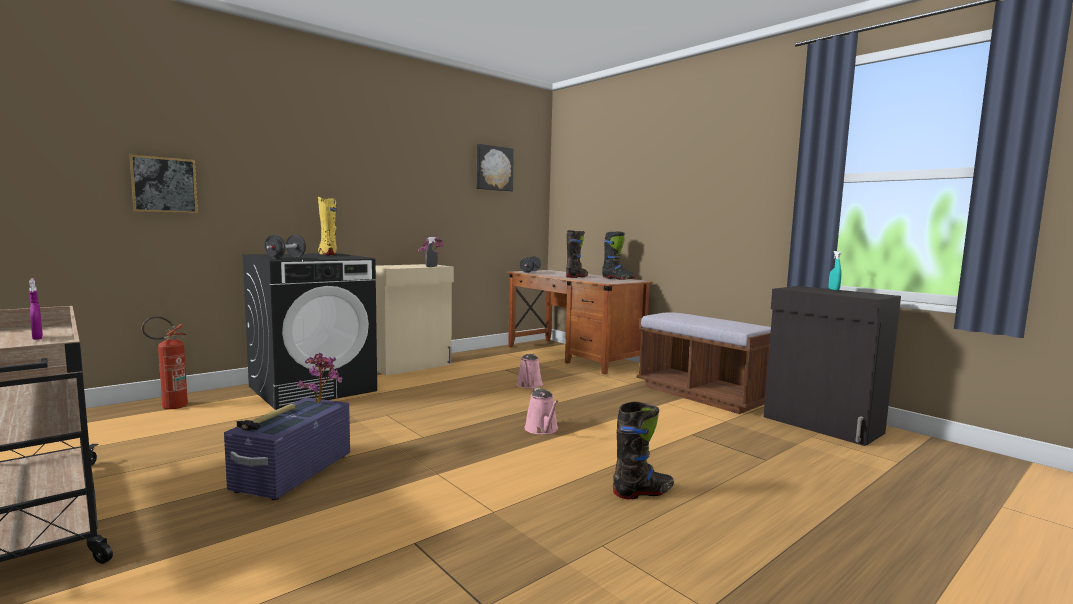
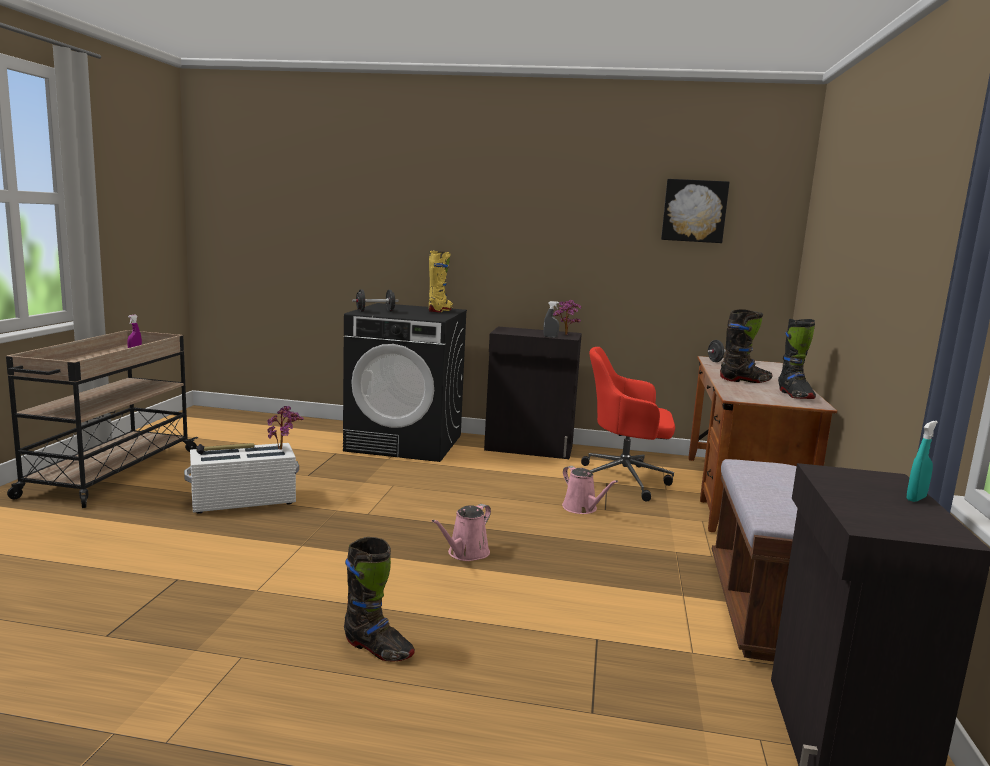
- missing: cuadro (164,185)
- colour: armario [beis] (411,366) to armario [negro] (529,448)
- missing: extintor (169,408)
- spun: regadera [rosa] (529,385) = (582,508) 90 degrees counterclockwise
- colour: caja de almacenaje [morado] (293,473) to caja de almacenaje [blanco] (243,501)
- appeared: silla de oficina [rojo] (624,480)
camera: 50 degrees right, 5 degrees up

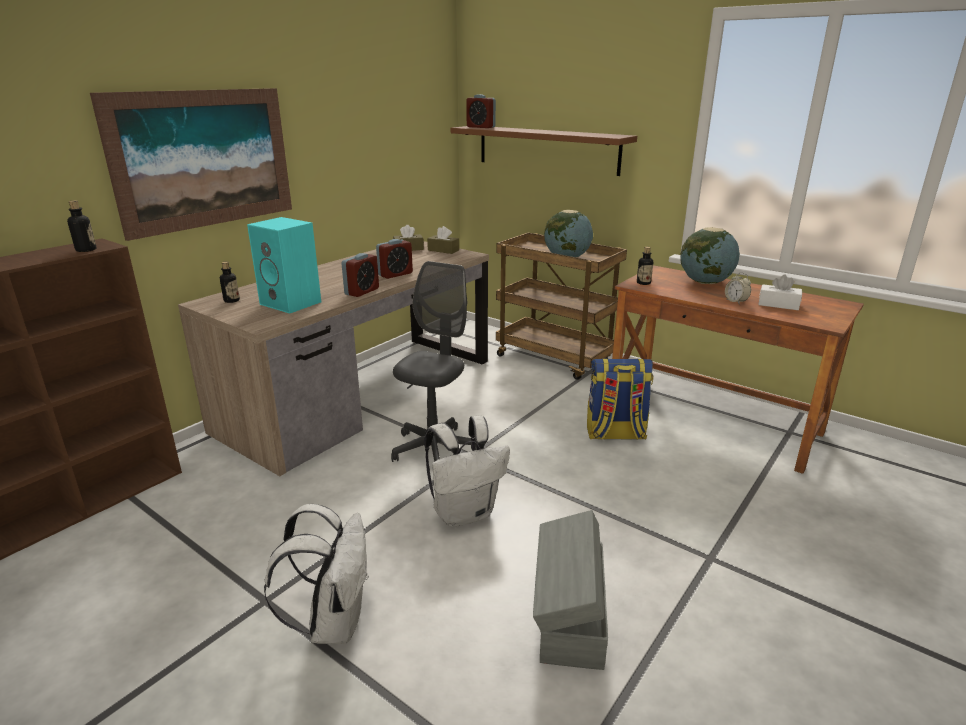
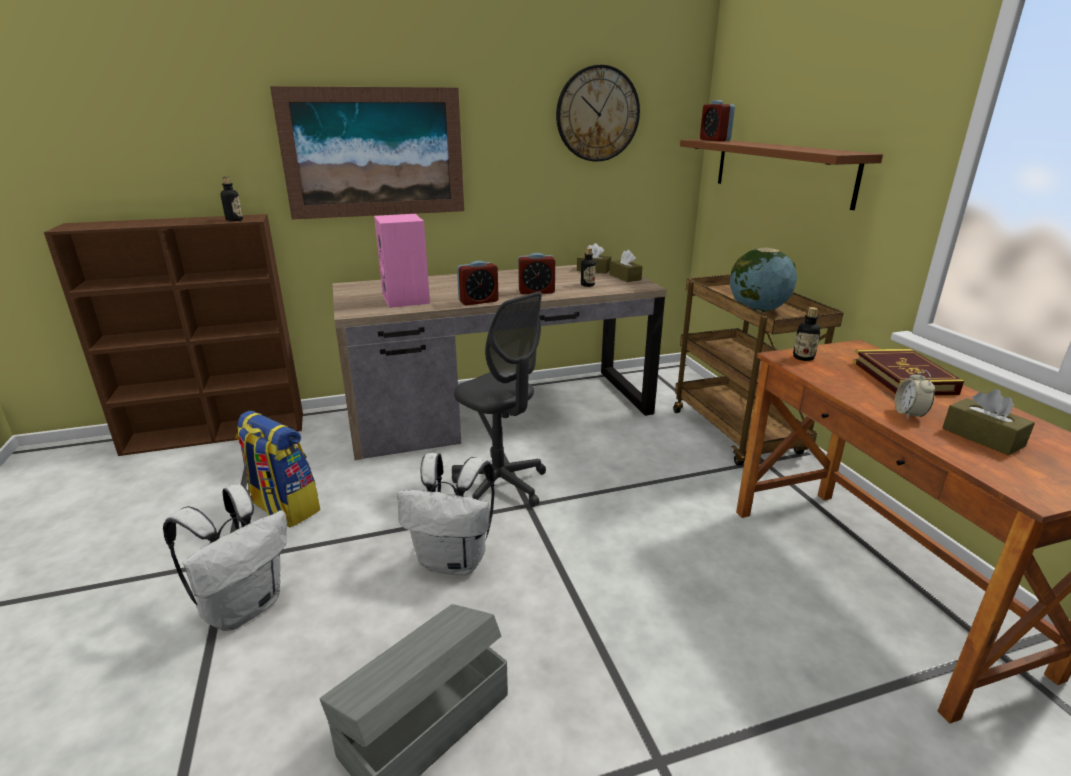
- colour: altavoz [turquesa] (292,303) to altavoz [rosa] (407,299)
- exchanged: globo terráqueo (705,282) to libro (903,377)
- spun: silla de oficina [gris] (434,449) = (500,485) 75 degrees clockwise
- relocated: botella (231,300) to (587,285)
- colour: caja de pañuelos [blanco] (778,304) to caja de pañuelos [marrón] (982,437)
- relocated: mochila (615,434) to (282,509)
- appeared: reloj de pared (597,114)
camera: 35 degrees right, 0 degrees up

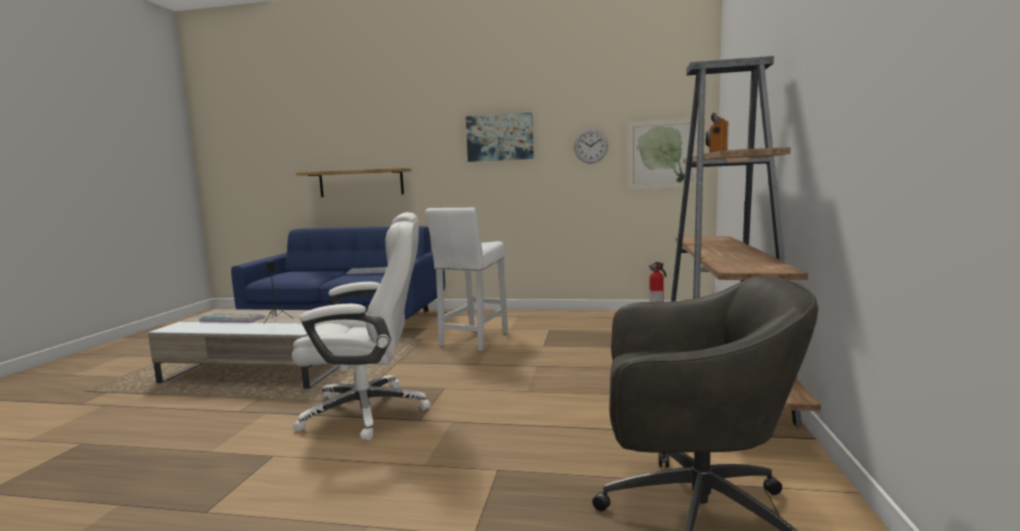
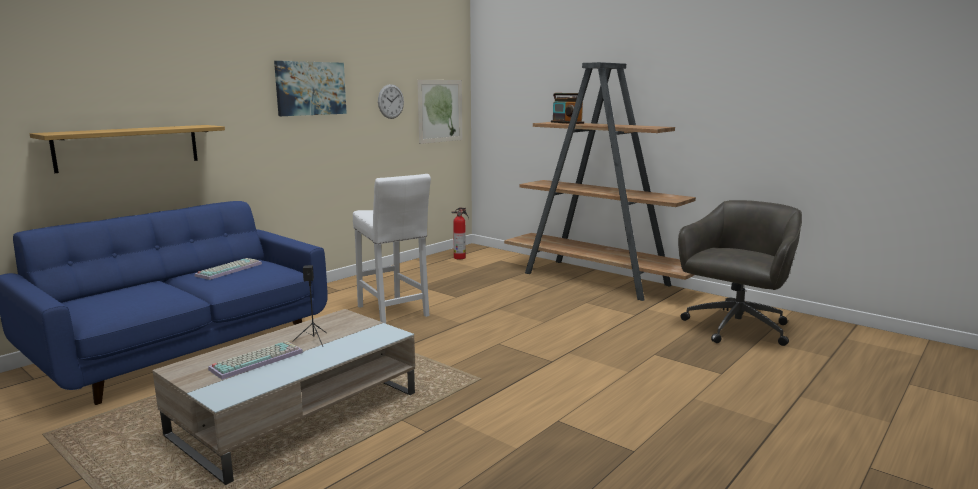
- missing: silla de oficina [blanco] (368,411)
camera: 60 degrees left, 5 degrees up

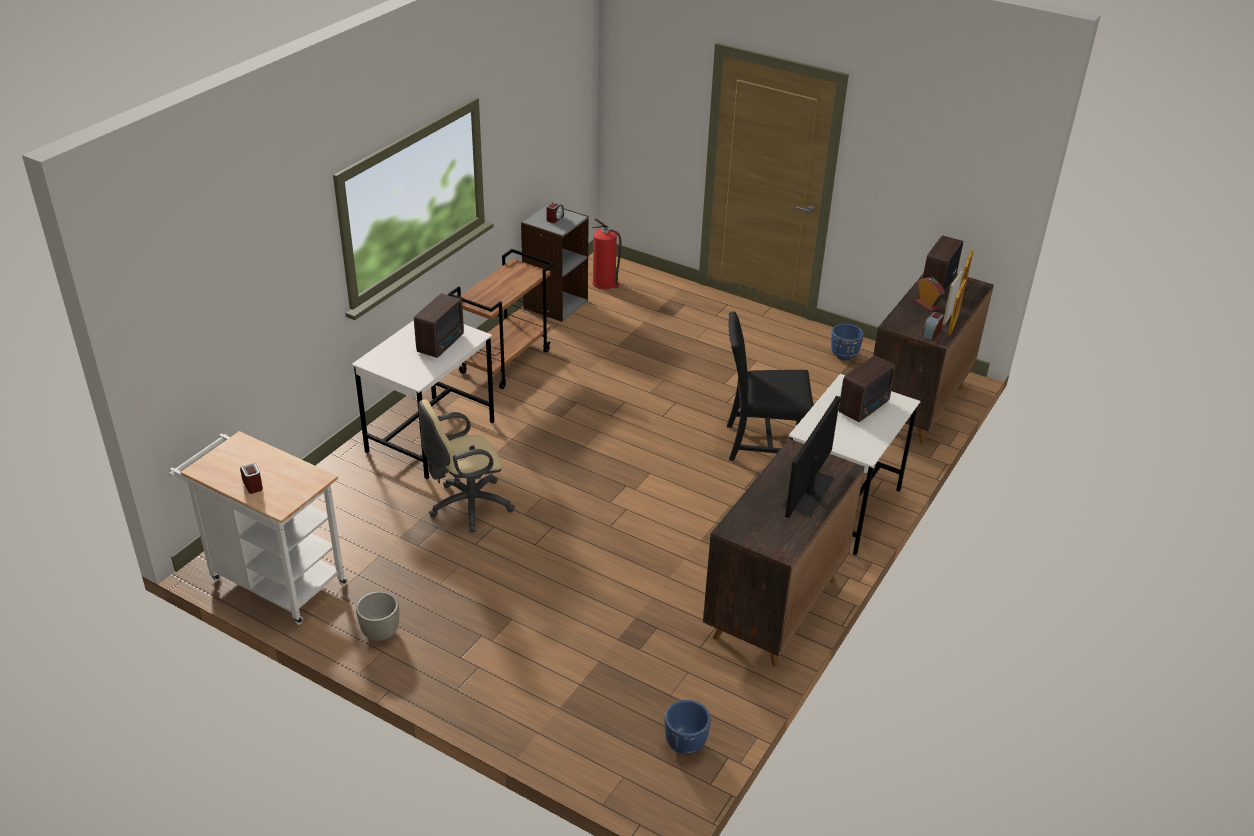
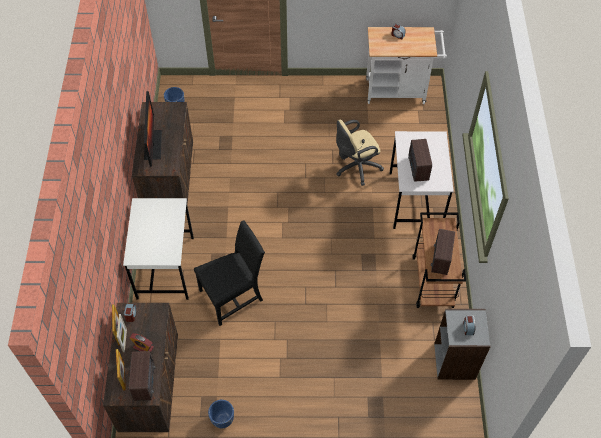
- missing: extintor (605,283)
- relocated: radio (865,407) to (440,260)
- spun: silla de oficina [beis] (466,506) = (355,167) 150 degrees counterclockwise
- missing: maceta [gris] (380,633)
camera: 150 degrees right, 20 degrees up

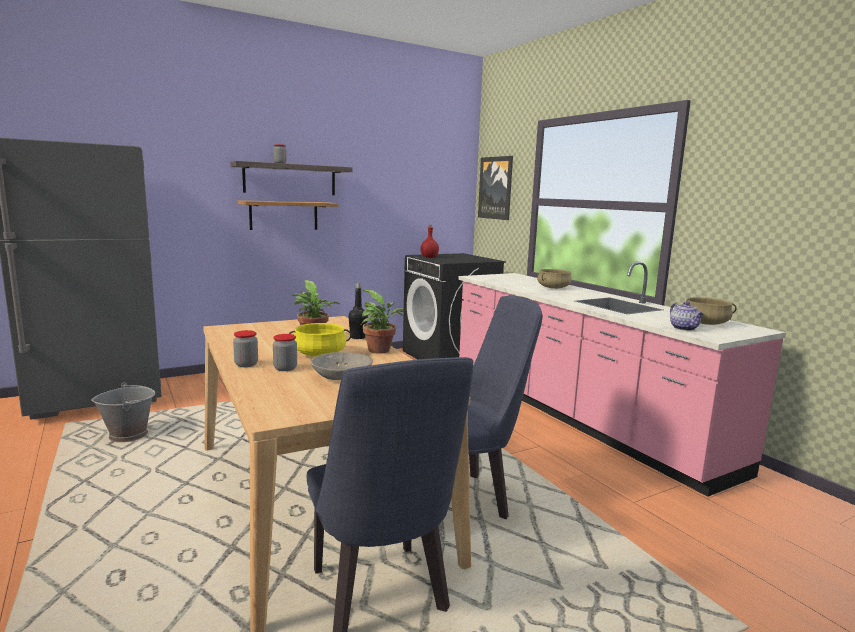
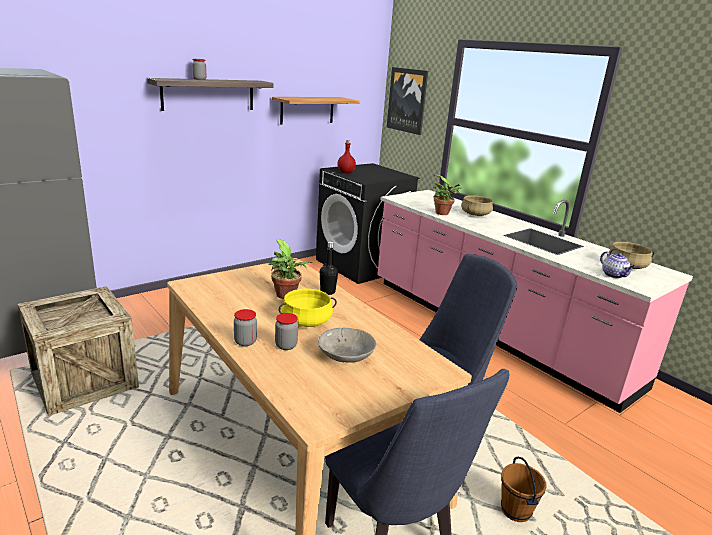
- relocated: estante (284,215) to (307,110)
- relocated: planta en maceta (381,351) to (443,213)
- exchanged: cubo [gris] (129,435) to caja de embalaje (84,381)
- appeared: cubo [marrón] (516,511)
camera: 10 degrees left, 10 degrees up

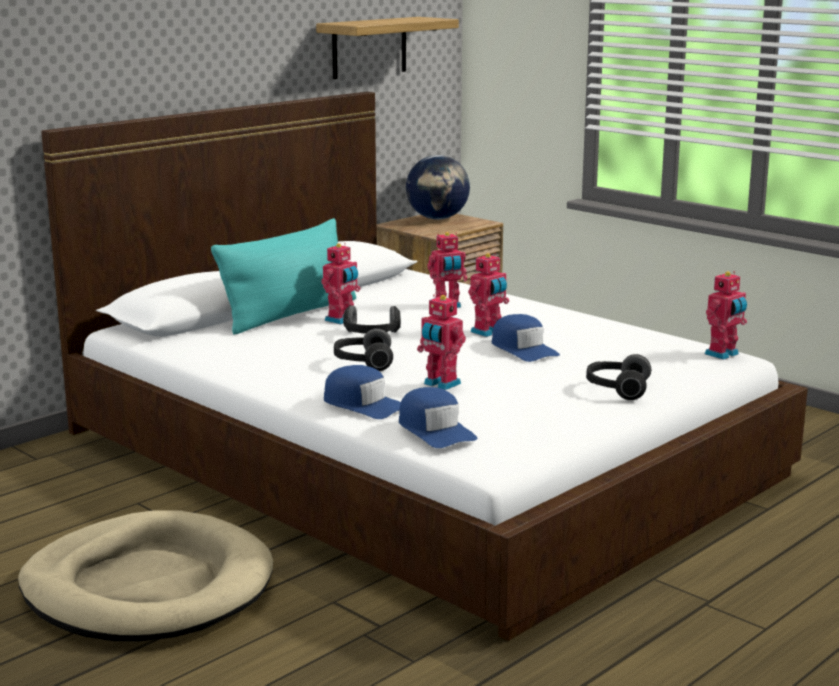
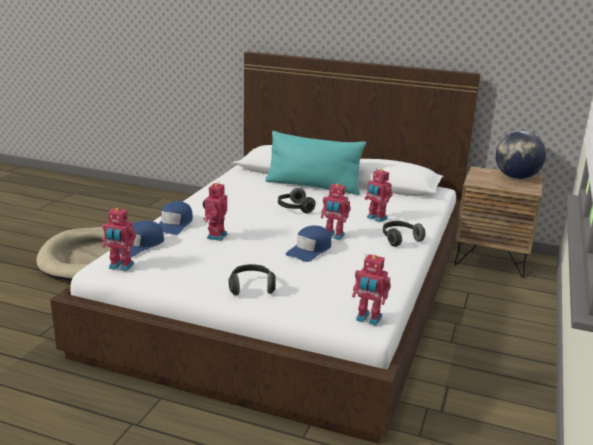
- missing: estante (369,47)
- relocated: robot de juguete (341,320) to (120,267)
- relocated: auriculares (363,363) to (400,239)
camera: 65 degrees right, 5 degrees up

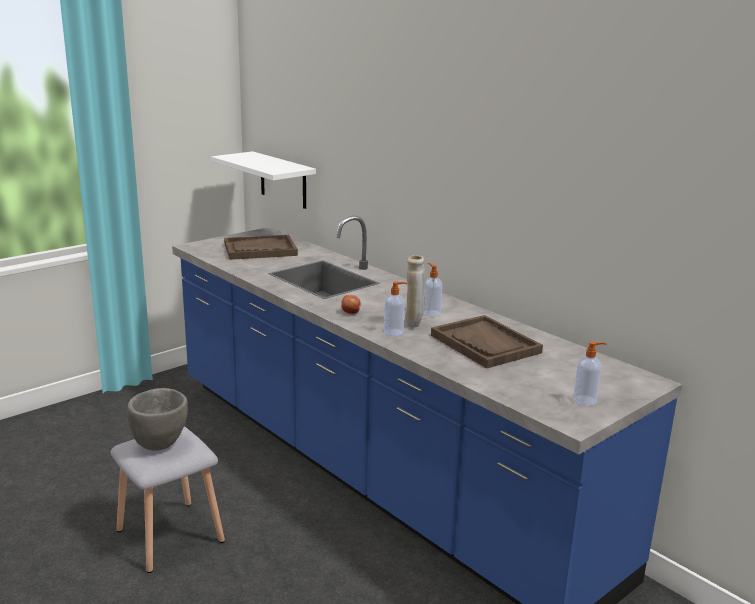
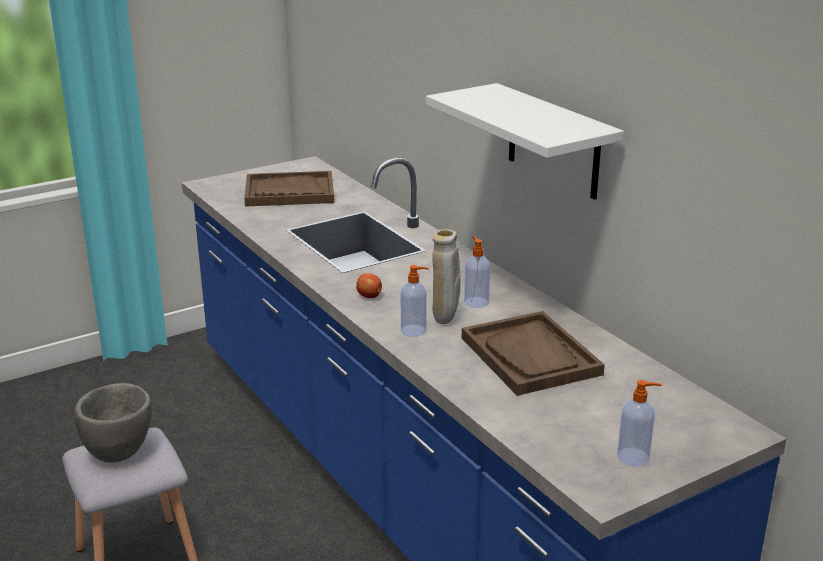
- relocated: estante [blanco] (283,180) to (553,142)
camera: 10 degrees right, 5 degrees up

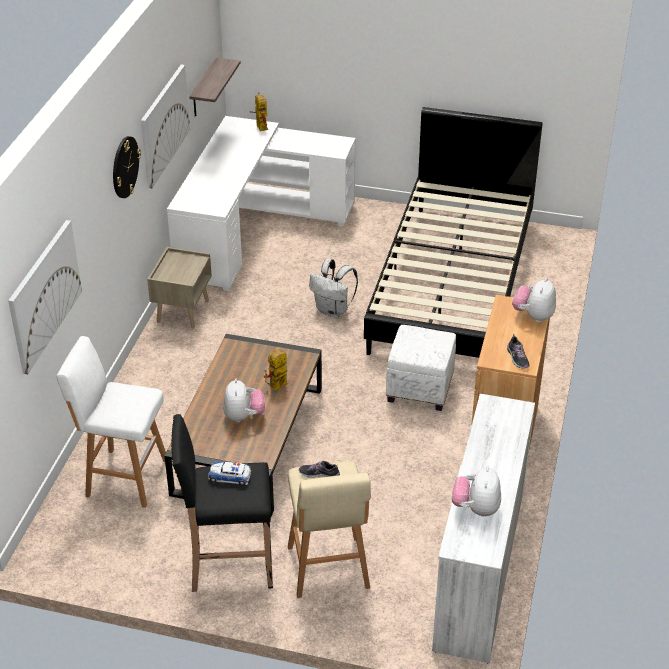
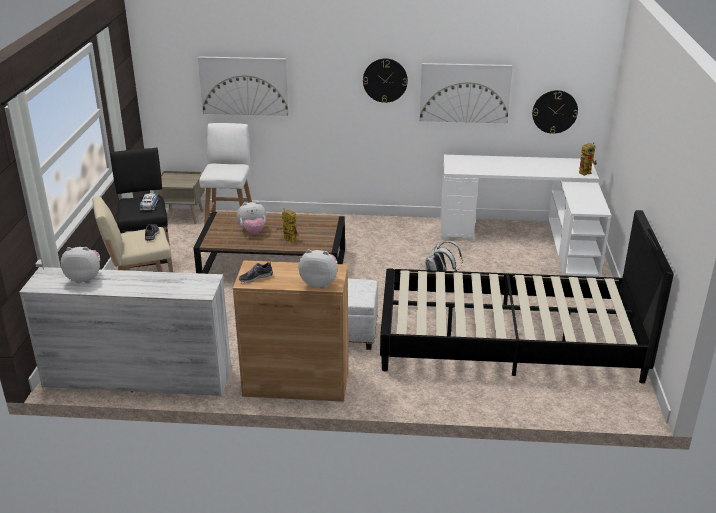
- exchanged: estante (203,89) to reloj de pared (554,111)
- relocated: mesita de noche [beis] (182,311) to (183,216)
camera: 80 degrees right, 10 degrees down

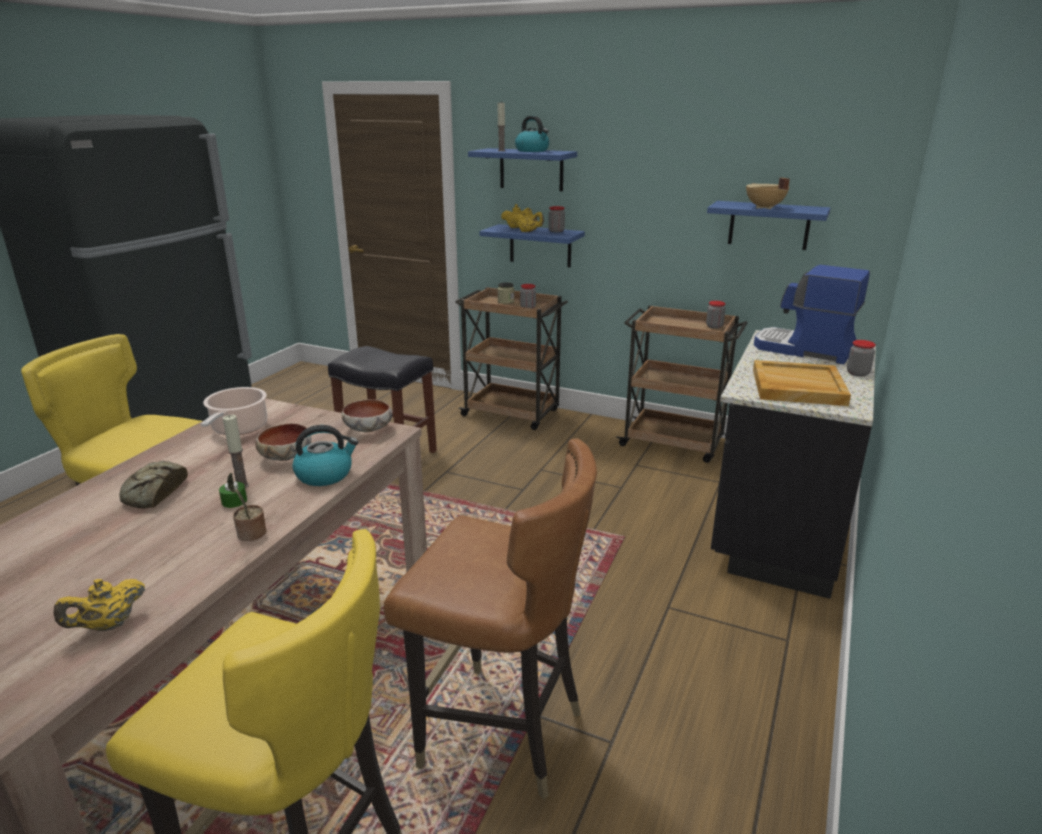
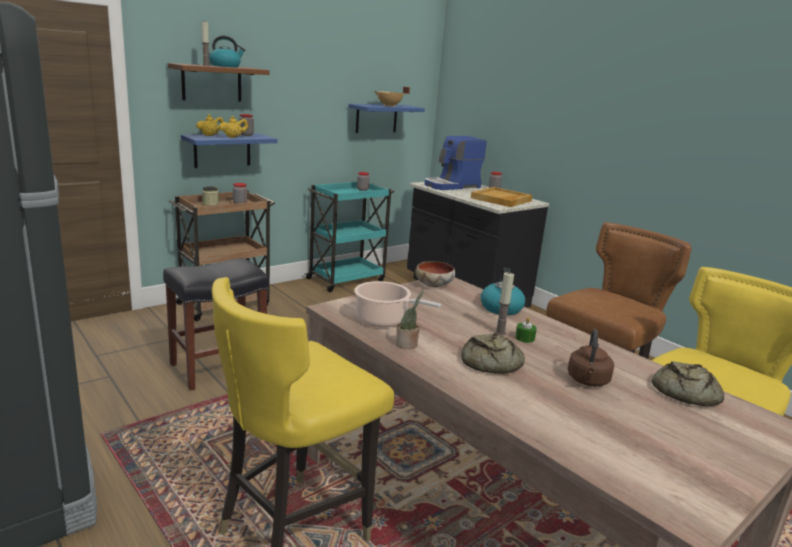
- colour: estante [azul] (531,169) to estante [marrón] (212,83)
- colour: carrito [marrón] (674,443) to carrito [turquesa] (347,279)
- missing: cuenco (286,456)
- relocated: planta en maceta (250,534) to (407,345)
- exchanged: tetera [amarillo] (108,625) to pan (683,392)
- appeared: hervidor [marrón] (588,381)
camera: 65 degrees left, 5 degrees down

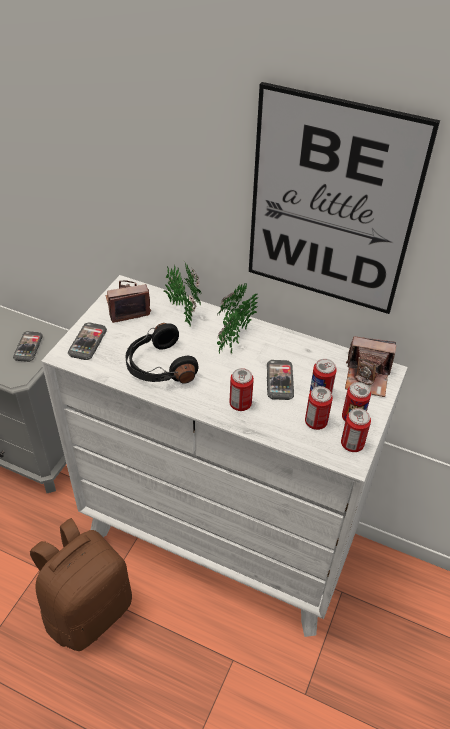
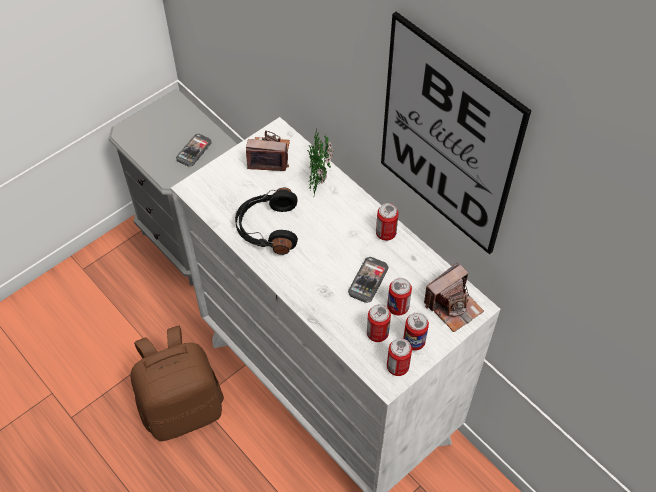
- missing: planta en maceta (232,342)
- missing: móvil (87,342)
- spun: cámara (367,377) = (453,306) 75 degrees counterclockwise
- relocated: lata (240,404) to (386,233)
camera: 25 degrees right, 10 degrees up

